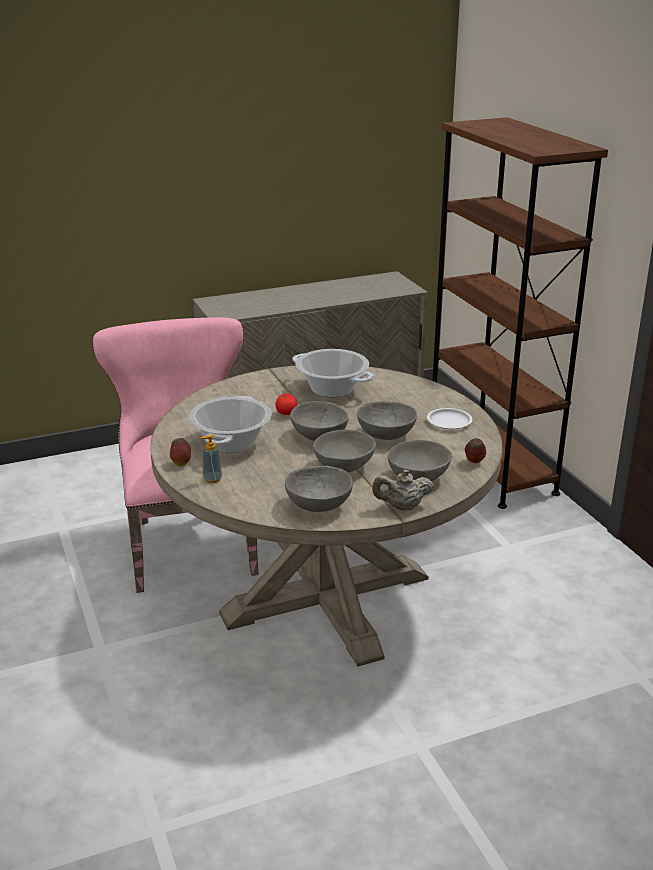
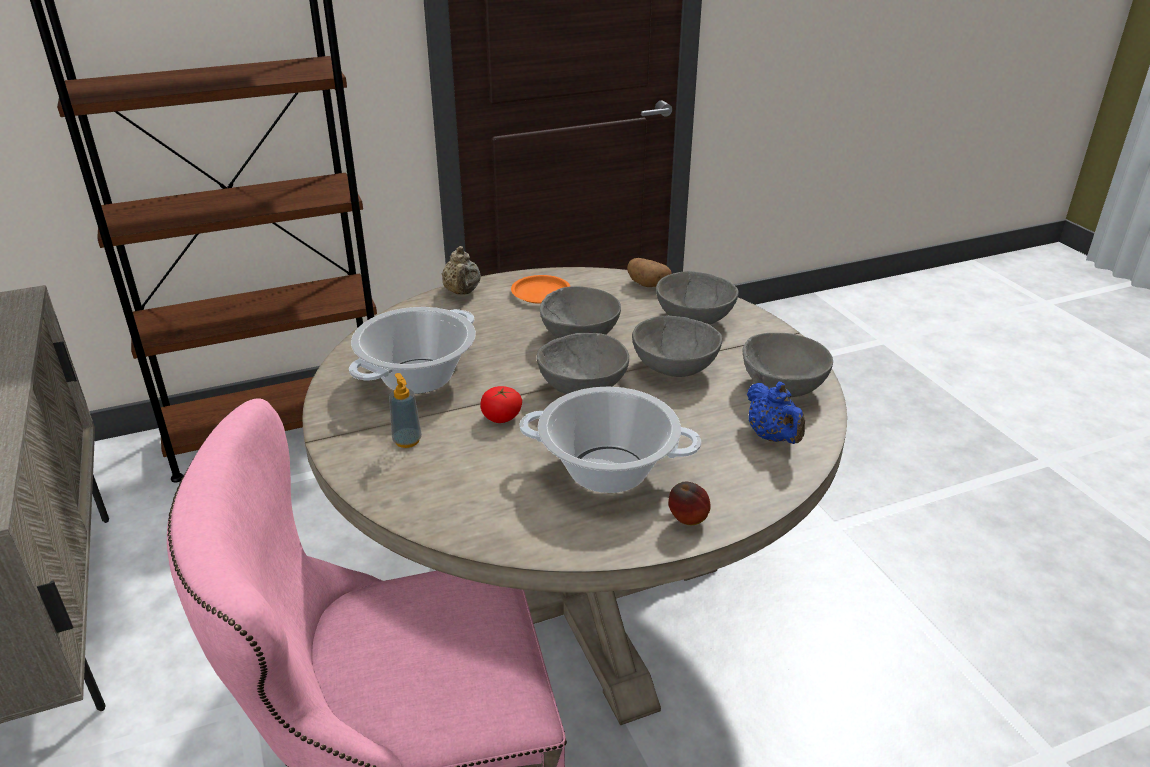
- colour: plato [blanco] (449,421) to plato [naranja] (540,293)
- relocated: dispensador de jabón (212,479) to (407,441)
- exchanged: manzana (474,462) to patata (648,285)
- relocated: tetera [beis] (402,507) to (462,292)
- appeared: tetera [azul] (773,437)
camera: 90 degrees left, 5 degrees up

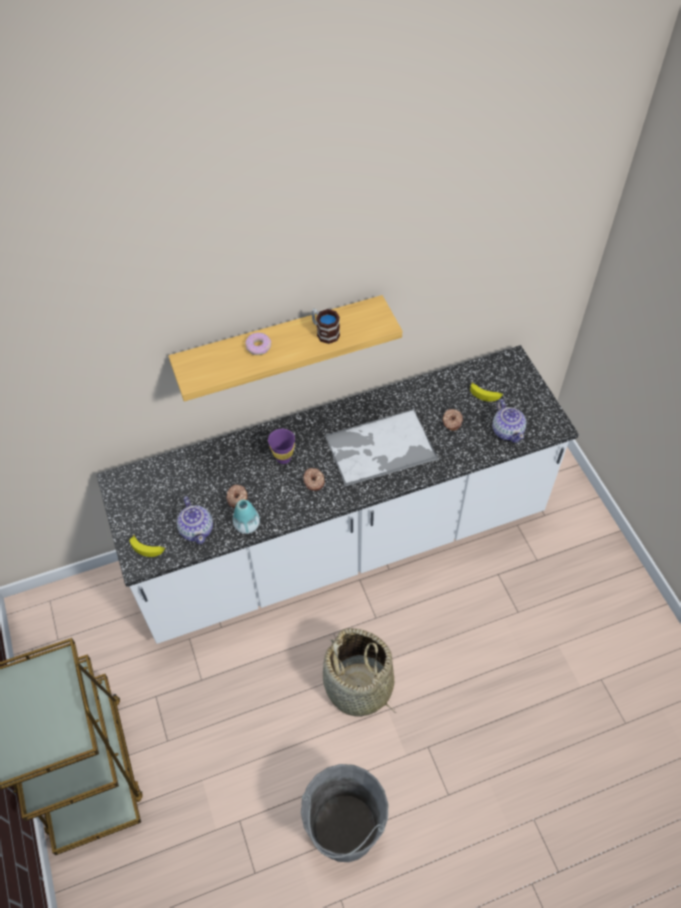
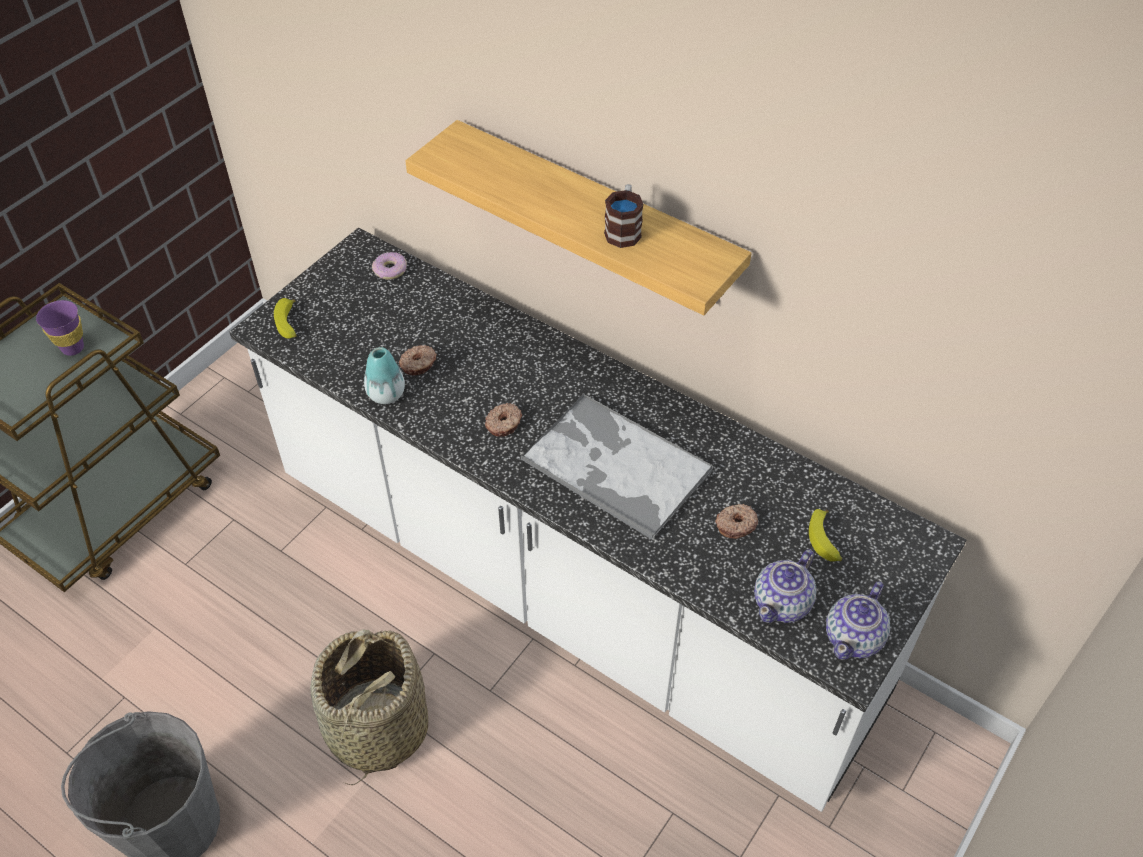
- relocated: rosquilla (258,347) to (390,270)
- relocated: taza [morado] (283,458) to (73,348)
- relocated: tetera (197,529) to (854,637)
camera: 55 degrees right, 5 degrees down

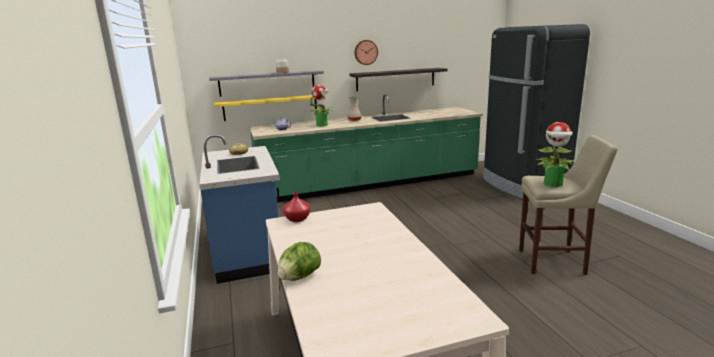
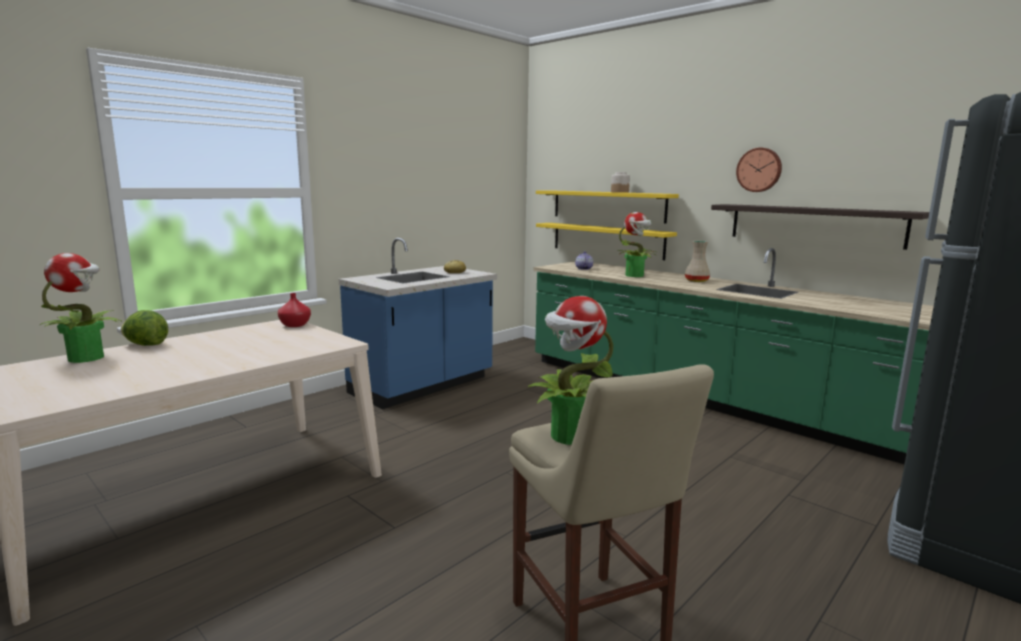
- colour: estante [gris] (267,83) to estante [amarillo] (607,205)
- appeared: planta en maceta (87,357)
camera: 60 degrees right, 5 degrees down

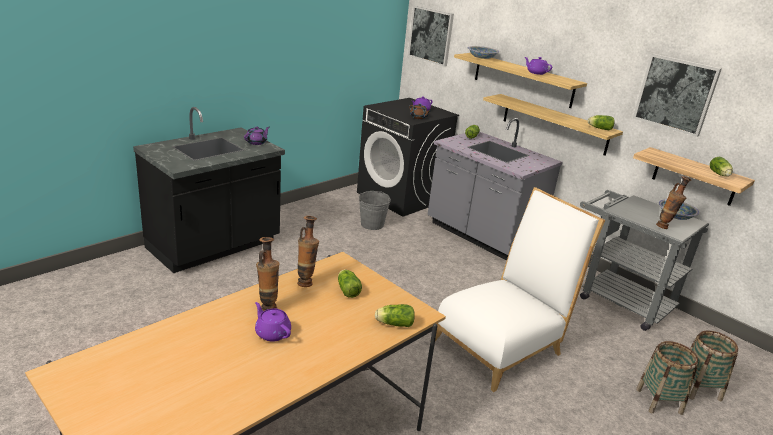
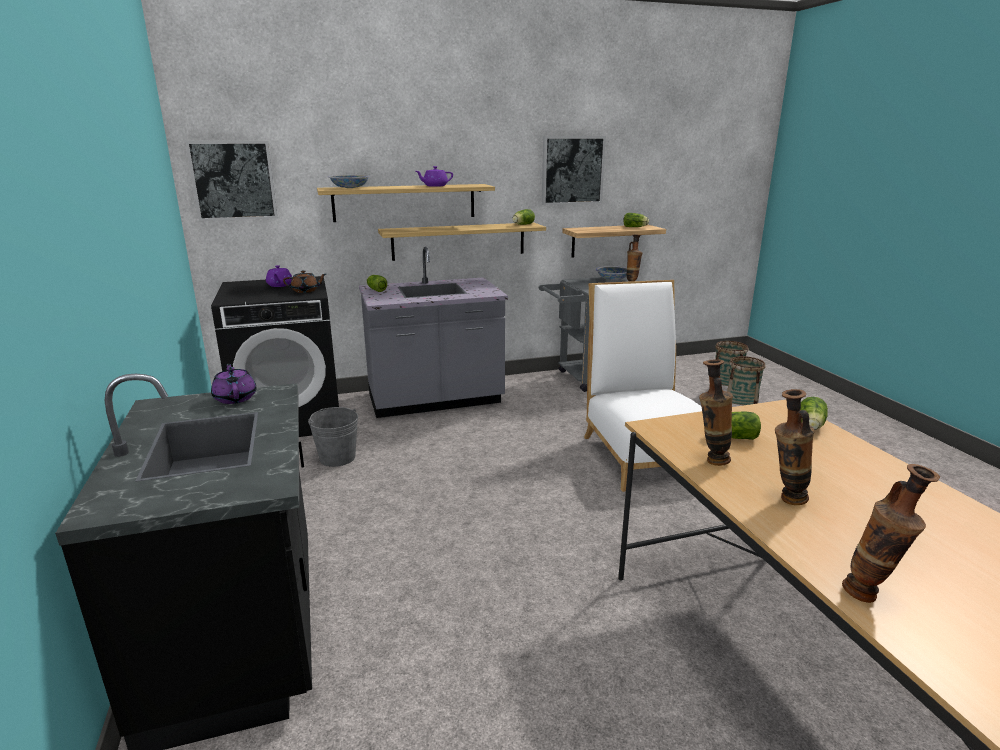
- missing: tetera [morado] (272,333)
- appeared: florero (871,596)
camera: 60 degrees left, 5 degrees down

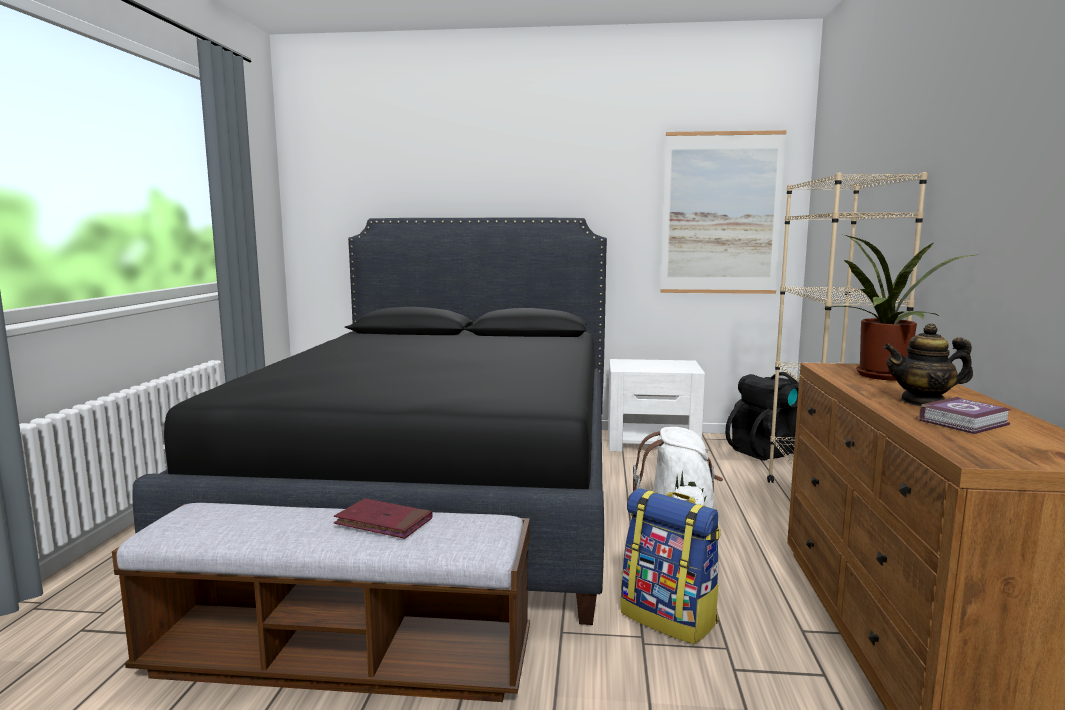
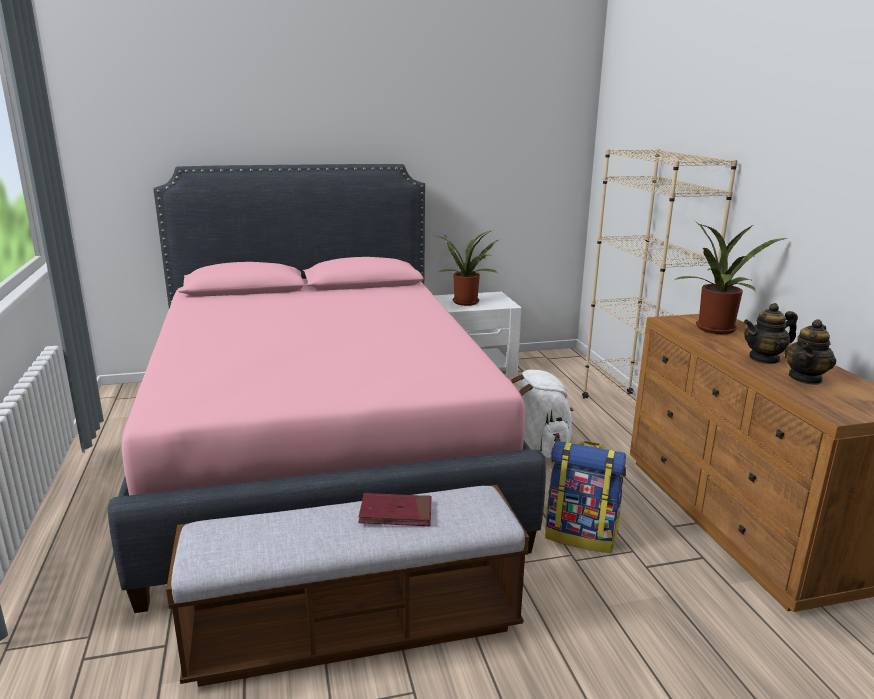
- missing: cuadro (721,214)
- colour: cama [negro] (441,492) to cama [rosa] (321,448)
- missing: mochila [negro] (769,451)
- exchanged: libro (966,422) to tetera (805,378)
- appeared: planta en maceta (467,301)
camera: 20 degrees left, 10 degrees up

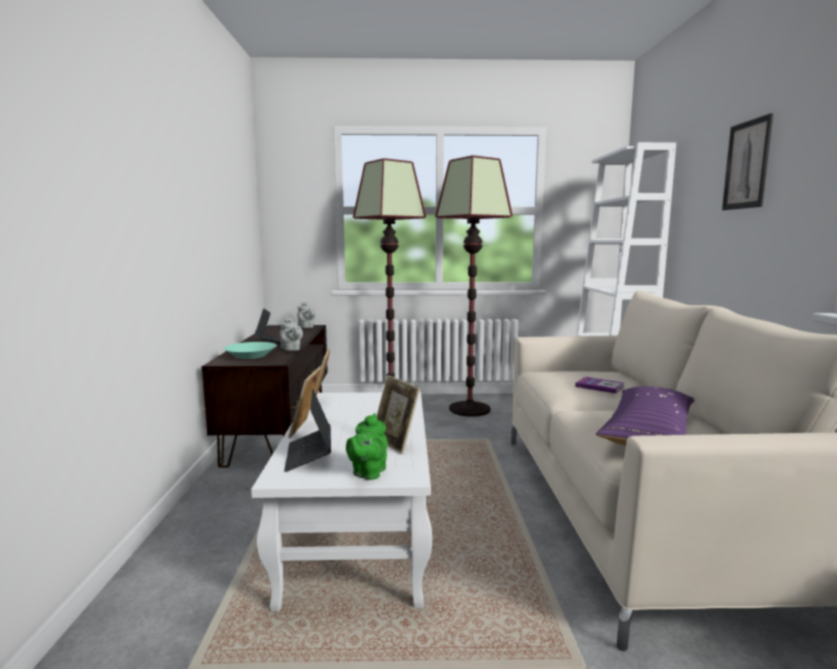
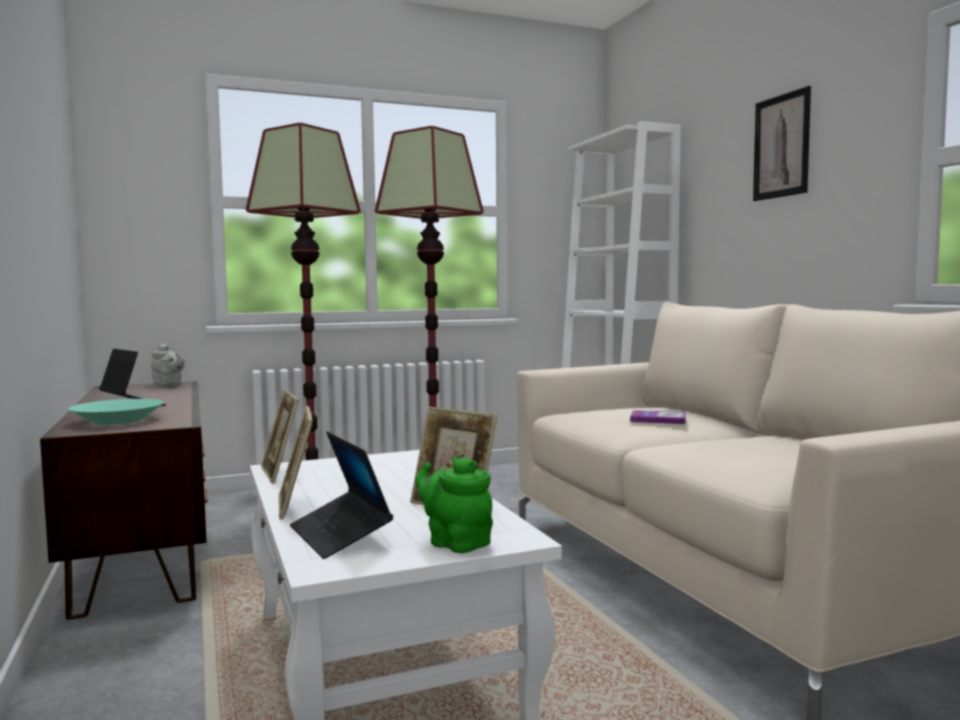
- missing: tetera [gris] (291,349)
- missing: cojín [morado] (648,433)
- spun: tetera [verde] (368,473) = (455,542) 135 degrees clockwise
camera: 20 degrees left, 5 degrees down

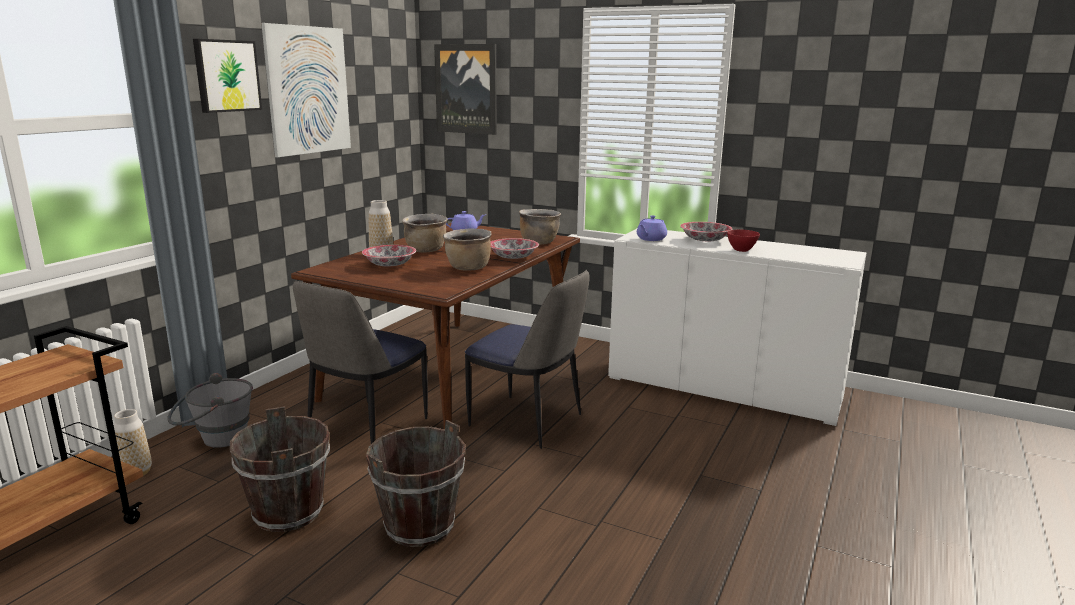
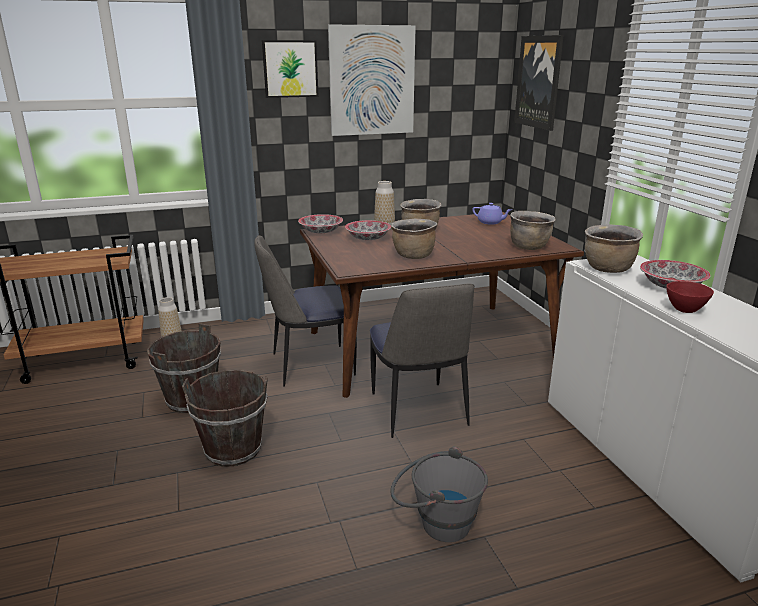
- exchanged: tetera [morado] (650,239) to olla [marrón] (608,269)
- relocated: cuenco (513,257) to (320,232)
- relocated: cubo [gris] (215,439) to (435,522)
camera: 45 degrees right, 5 degrees up

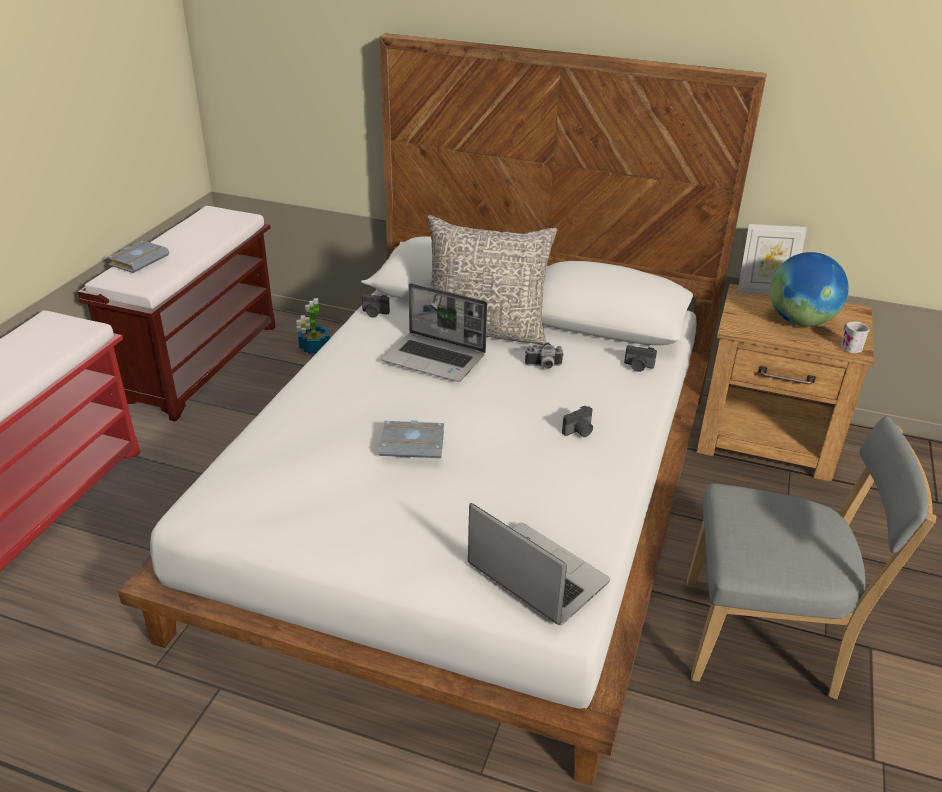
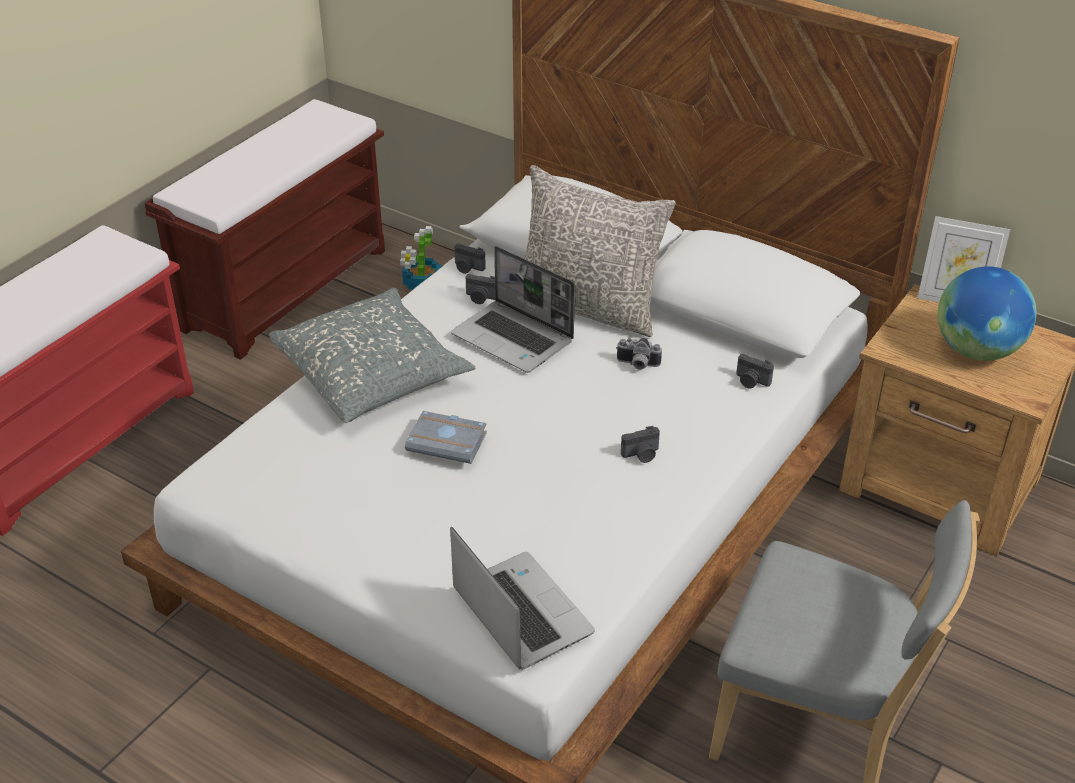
- missing: libro [gris] (139,260)
- missing: taza grande [blanco] (849,346)
- appeared: cámara (481,298)
- appeared: cojín [gris] (372,373)
camera: 15 degrees right, 5 degrees up

